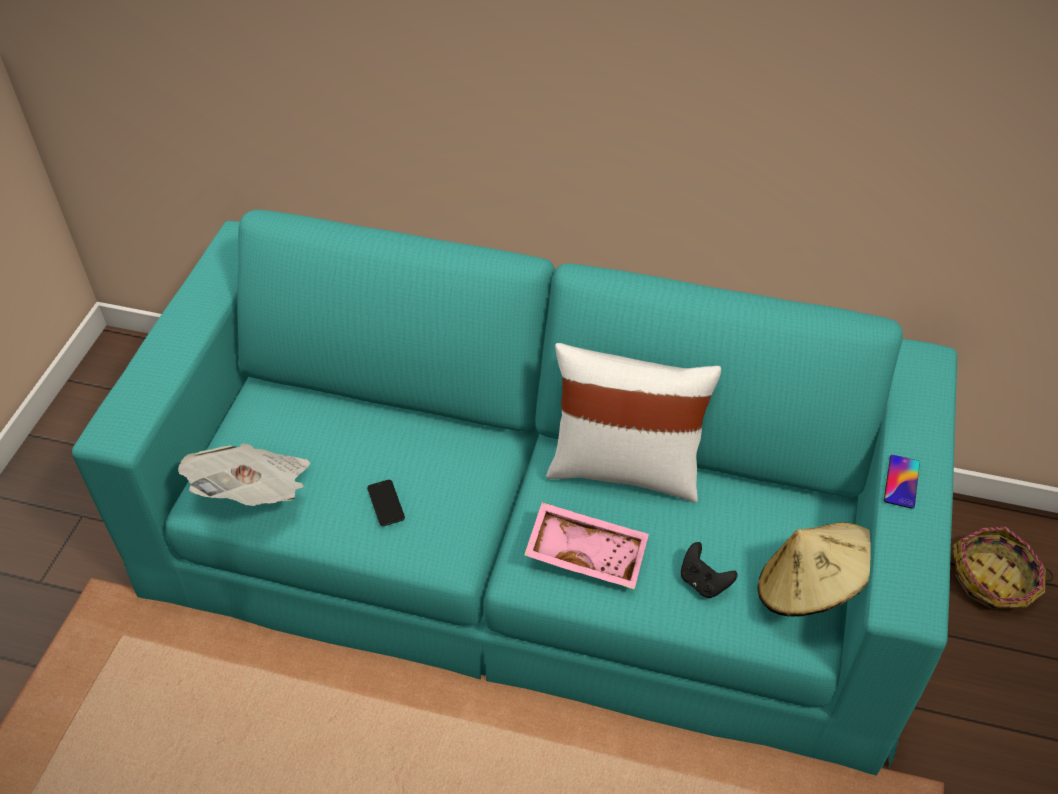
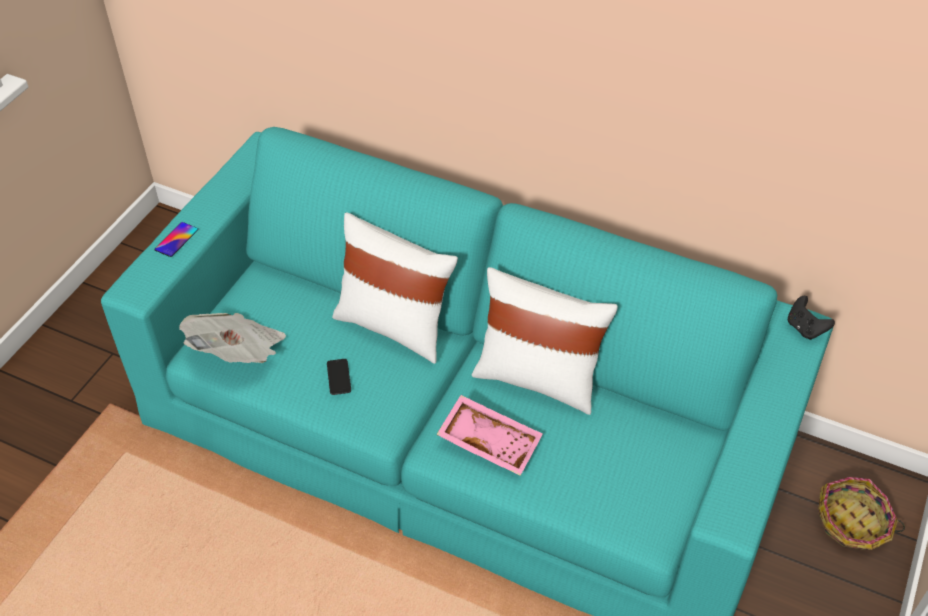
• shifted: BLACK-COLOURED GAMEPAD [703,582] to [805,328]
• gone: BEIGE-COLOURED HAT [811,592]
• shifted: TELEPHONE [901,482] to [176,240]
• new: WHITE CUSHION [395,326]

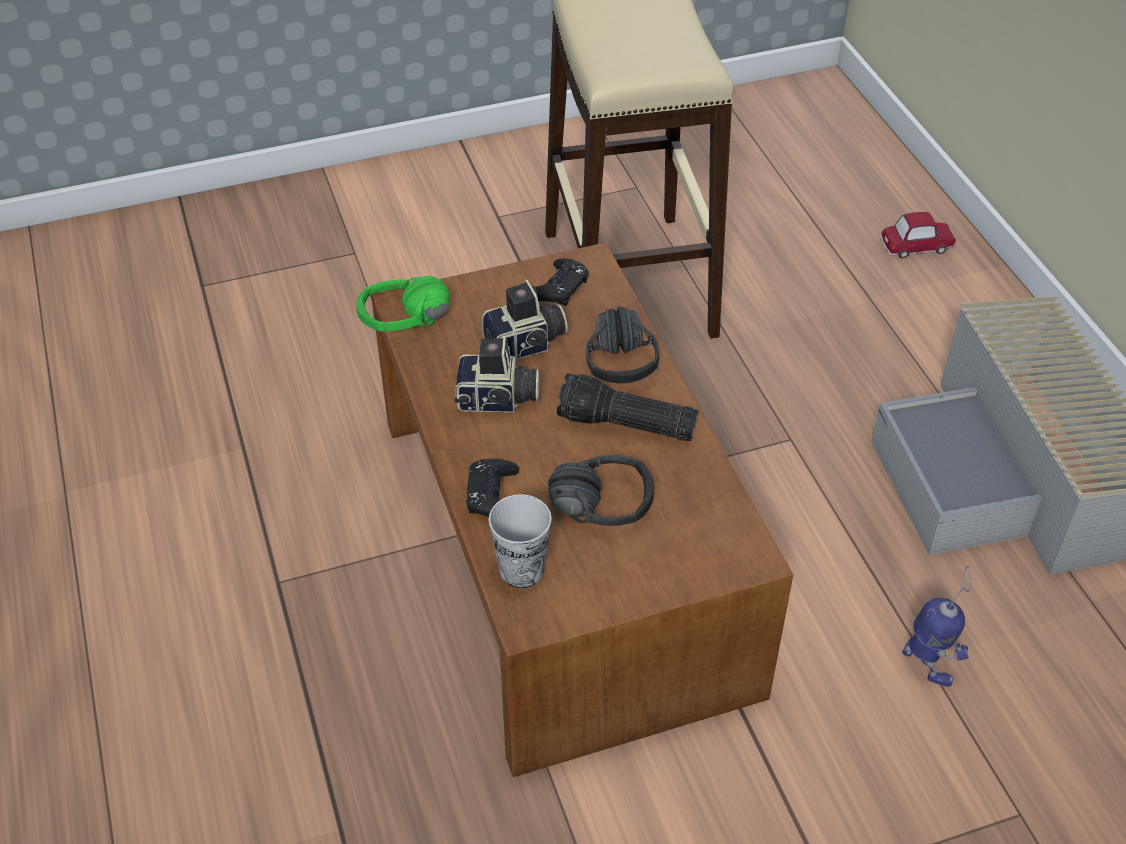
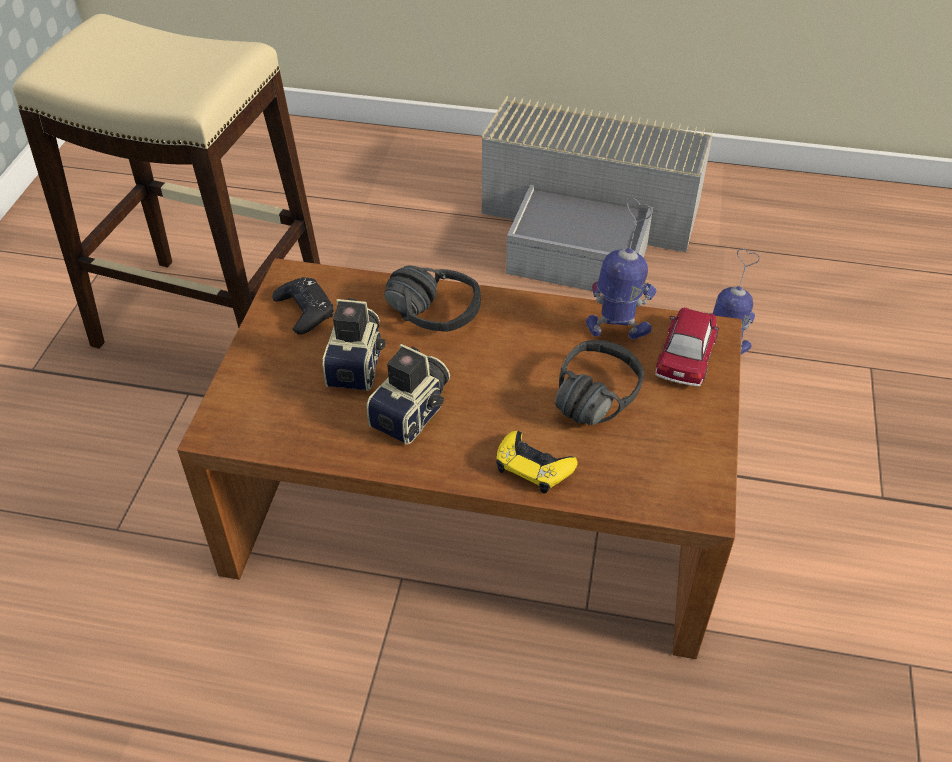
• gone: GREEN-COLOURED HEADPHONES [408,327]
• repainted: BLACK-COLOURED GAMEPAD [493,495] to YELLOWISH GAMEPAD [533,466]
• gone: SMALL CUP [521,570]
• gone: FLASHLIGHT [624,426]
• shifted: MINIATURE CAR [916,245] to [686,354]
• new: MODEL ROBOT [618,329]

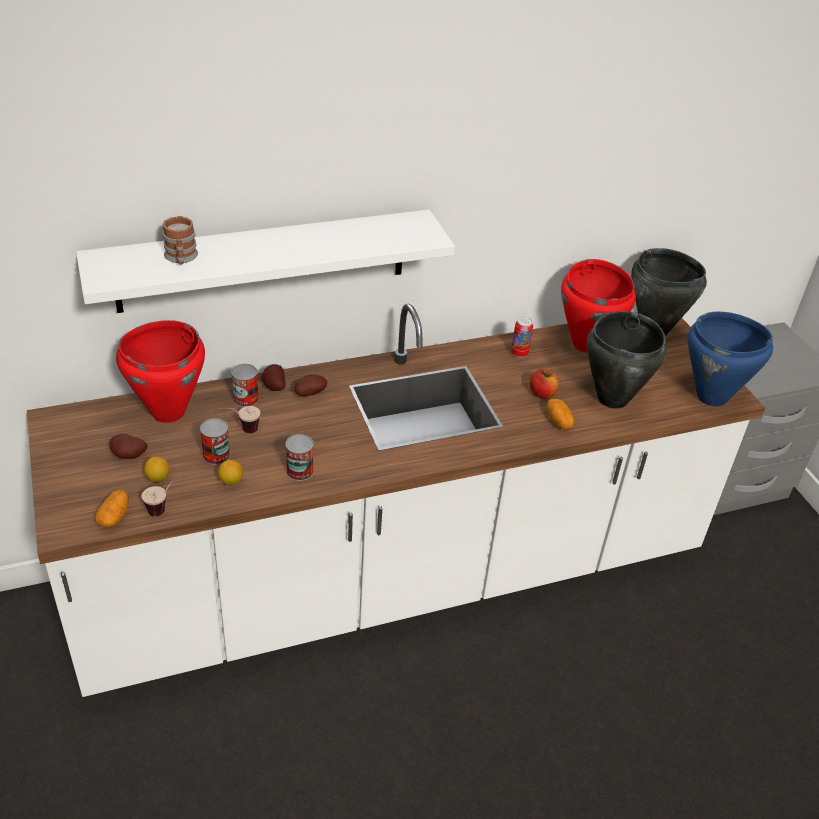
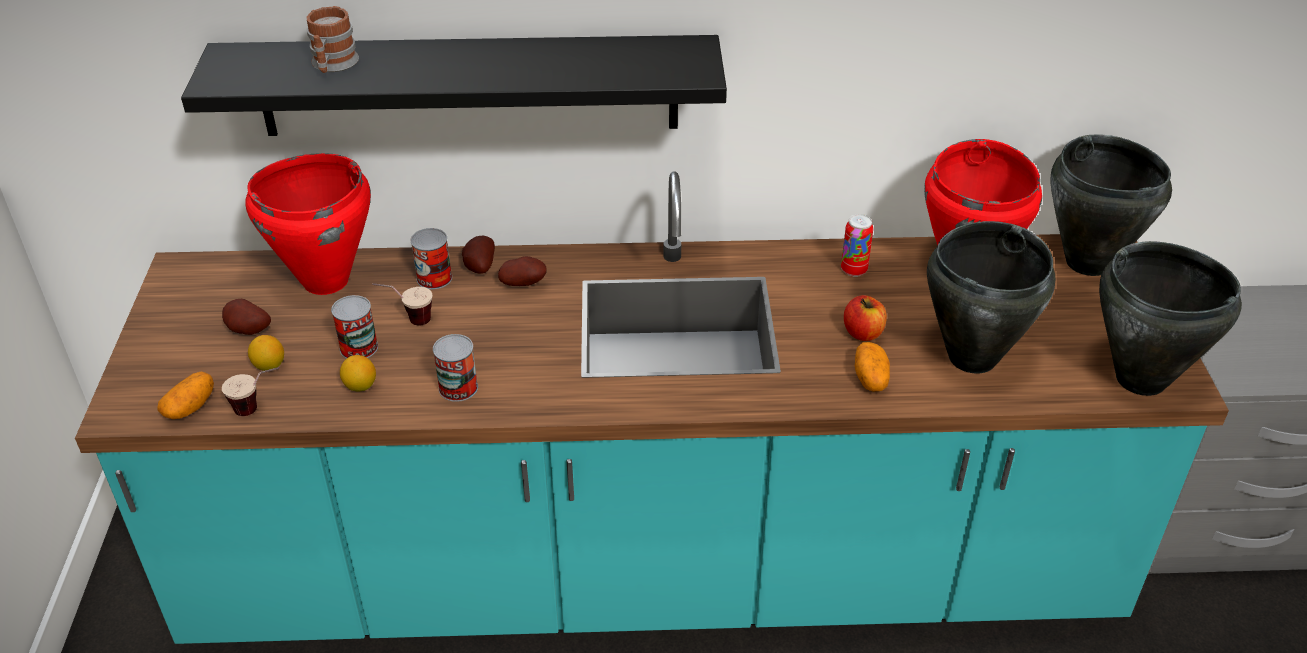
• repainted: WHITE KITCHEN COUNTER [396,577] to TURQUOISE-COLOURED KITCHEN COUNTER [653,570]
• repainted: WHITE WALL SHELF [263,261] to BLACK-COLOURED WALL SHELF [469,85]
• repainted: BLUE-COLOURED STOCKPOT [712,397] to BLACK-COLOURED STOCKPOT [1141,380]

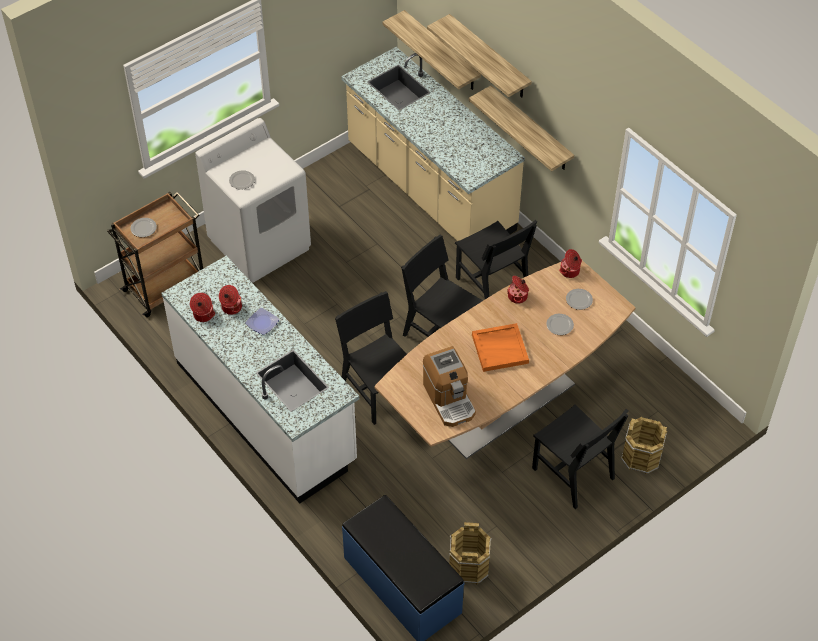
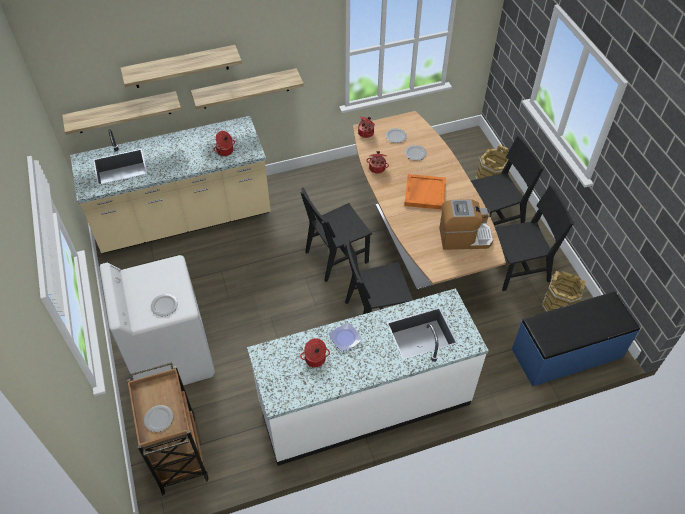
• shifted: STOCKPOT [203,315] to [225,151]
• shifted: BLACK-COLOURED CHAIR [492,285] to [518,269]

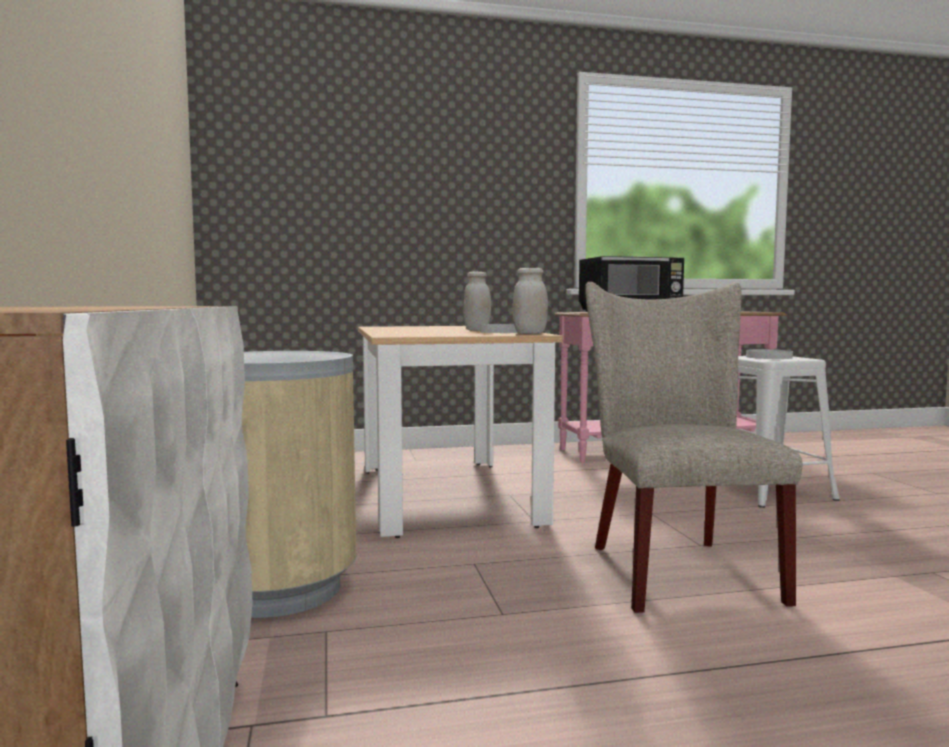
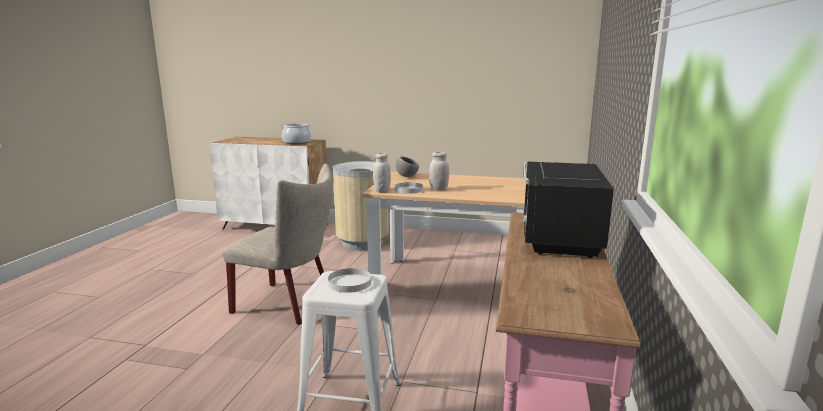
• new: STOCKPOT [297,142]
• new: GRAY SERVING BOWL [407,176]

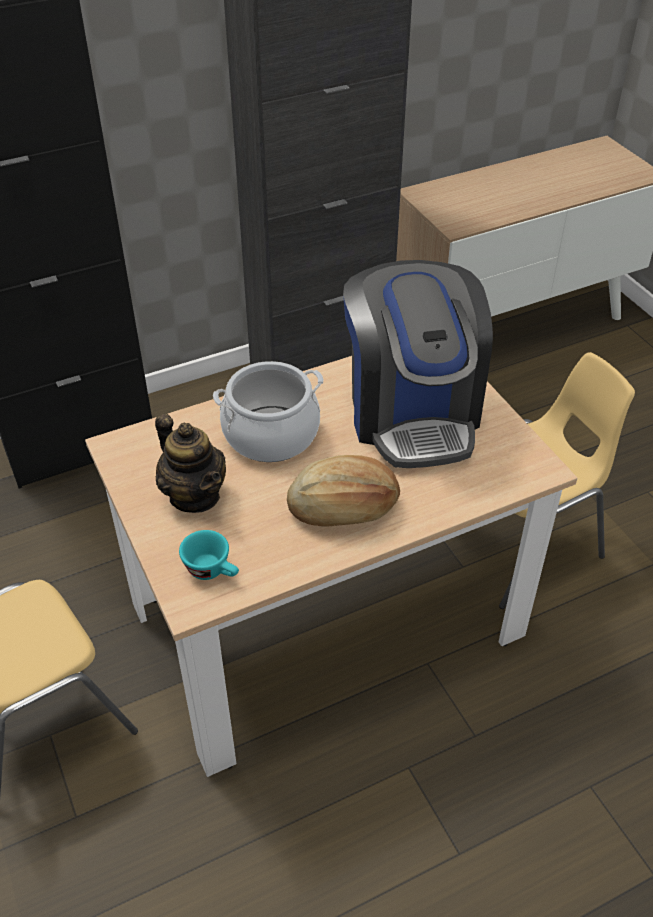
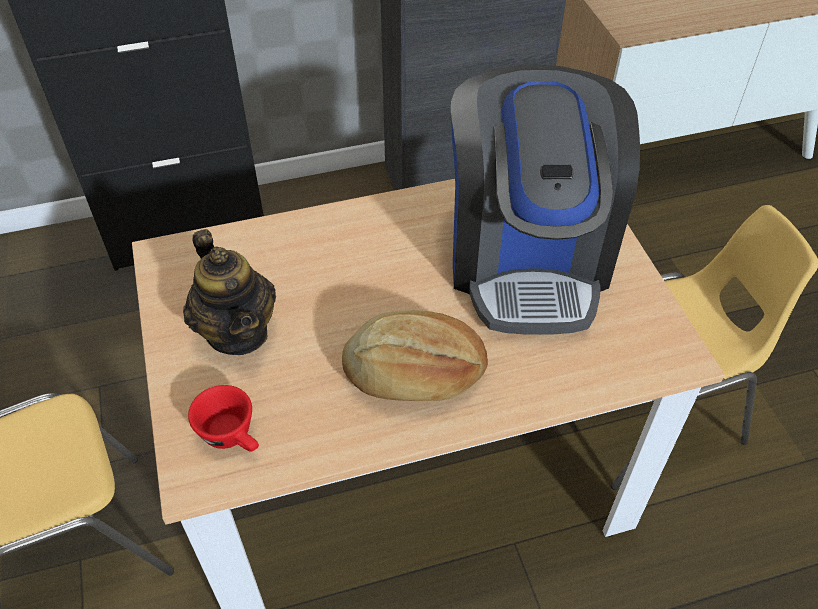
• repainted: TURQUOISE-COLOURED SMALL CUP [213,570] to RED-COLOURED SMALL CUP [233,436]
• gone: STOCKPOT [271,435]

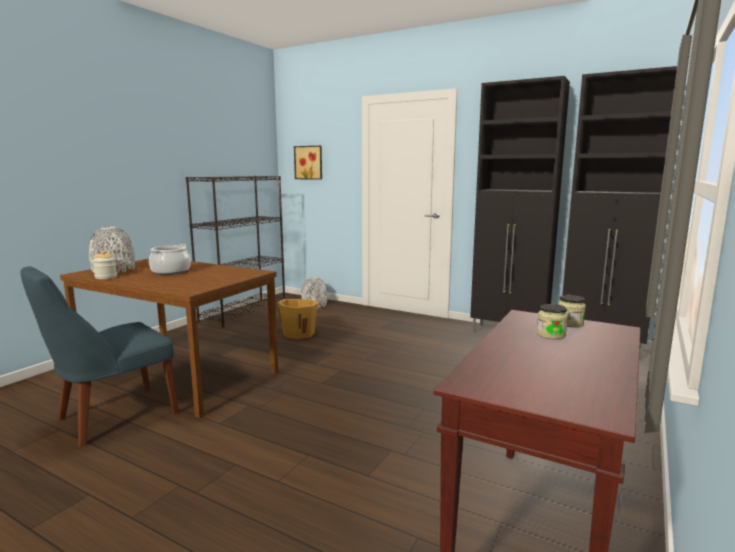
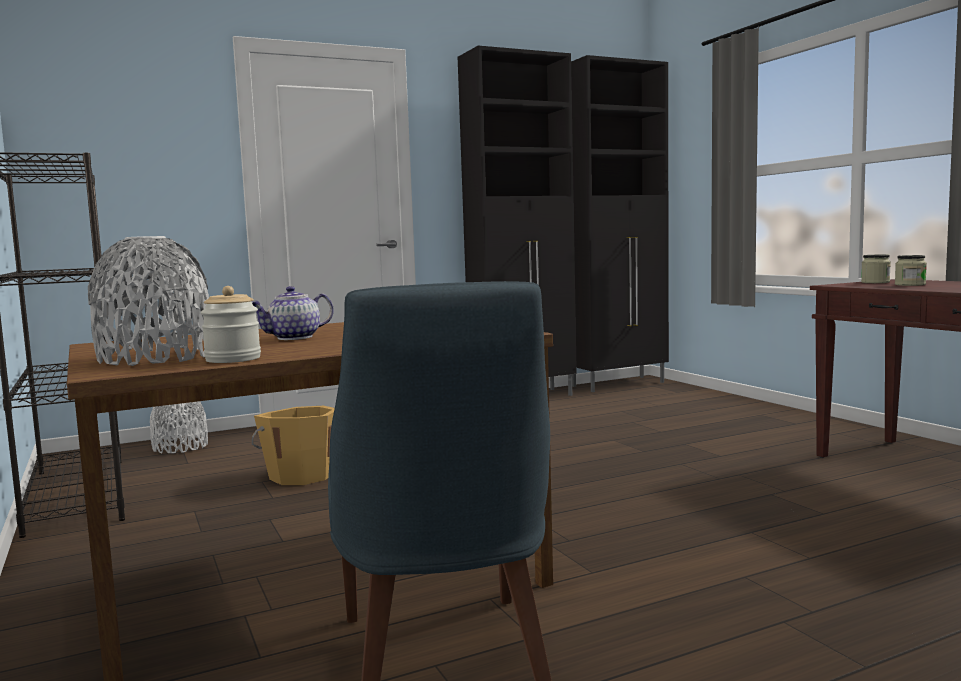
• swapped: STOCKPOT [171,271] to TEA POT [294,338]
• gone: WALL ART [309,162]

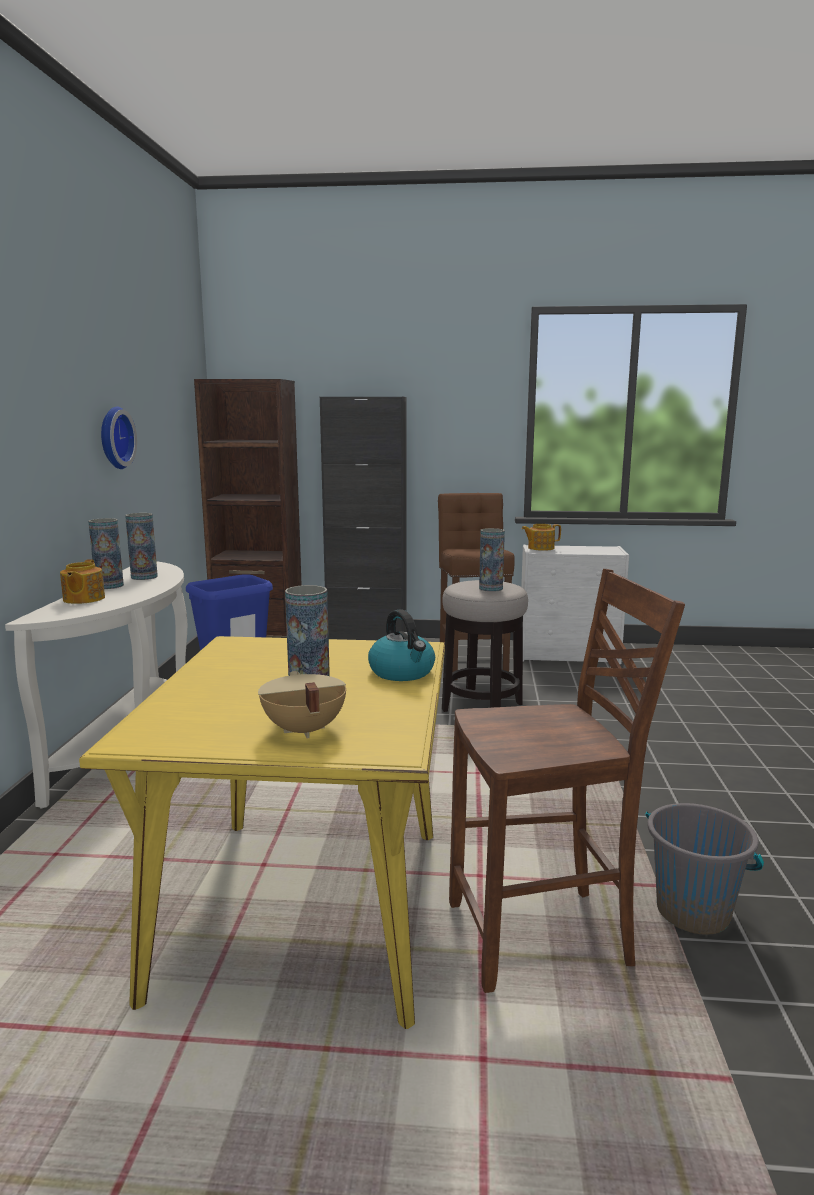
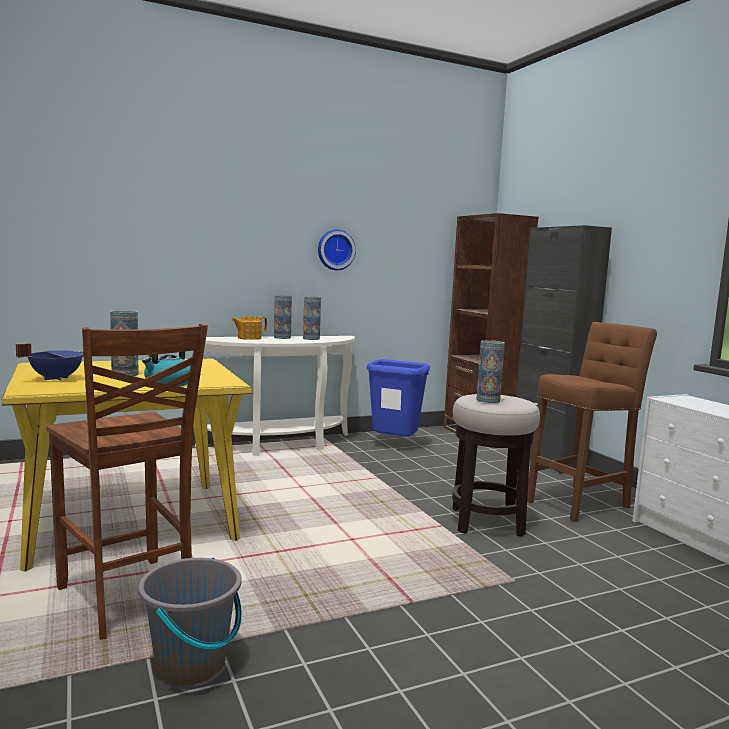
• repainted: BEIGE-COLOURED STOCKPOT [302,730] to BLUE-COLOURED STOCKPOT [55,378]
• gone: TEA POT [540,548]

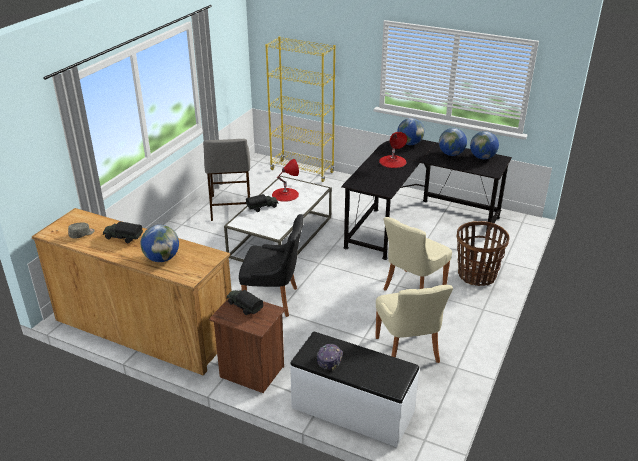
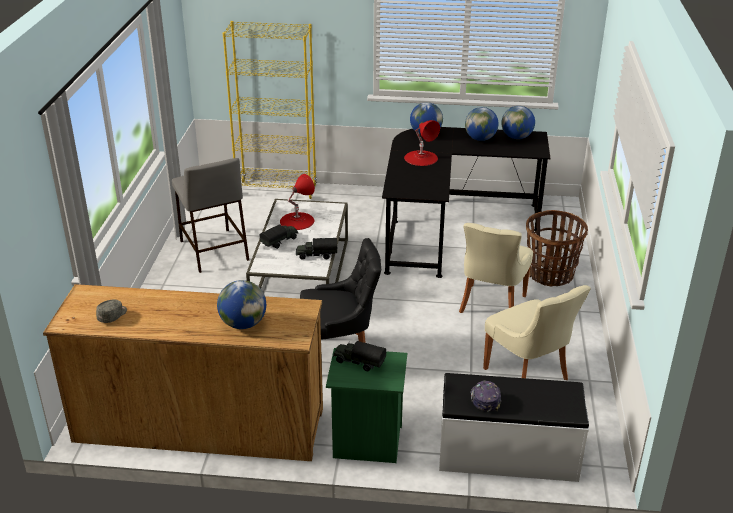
• shifted: TOY LORRY [123,238] to [316,255]
• repainted: BROWNISH BEDSIDE TABLE [251,372] to GREEN-COLOURED BEDSIDE TABLE [367,443]

